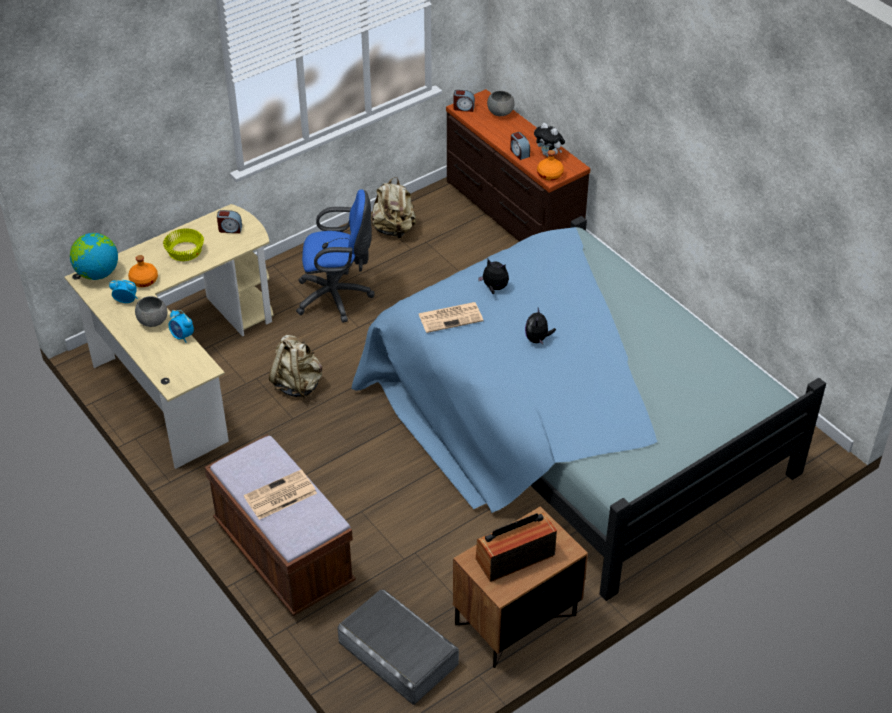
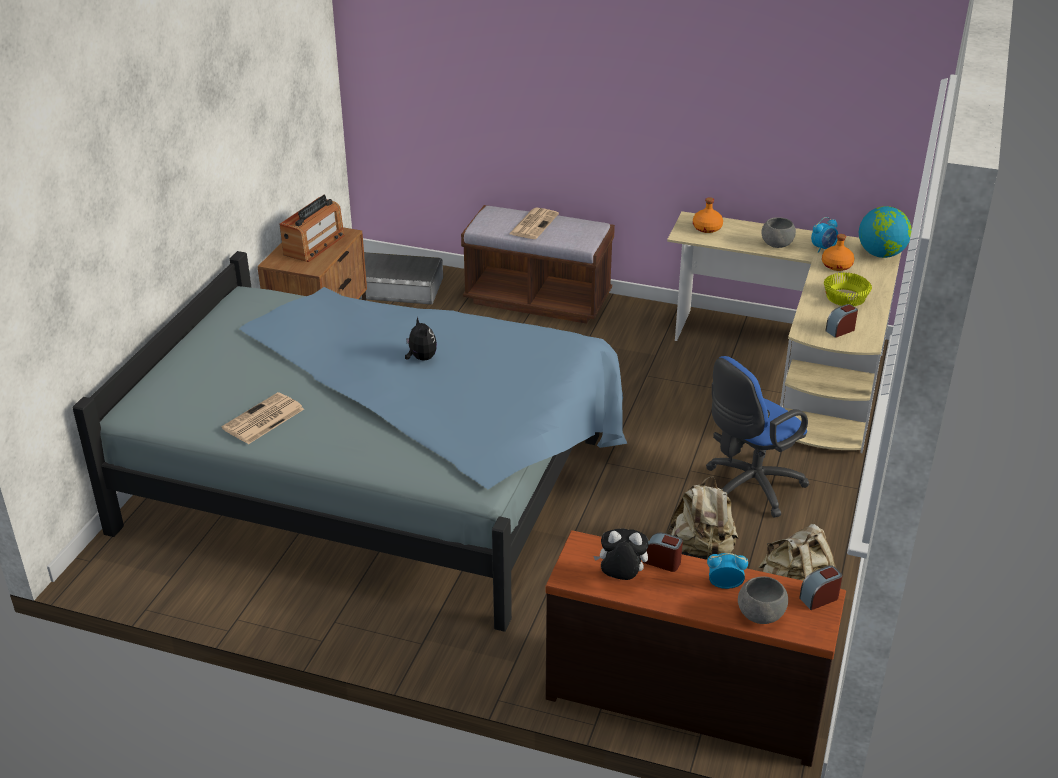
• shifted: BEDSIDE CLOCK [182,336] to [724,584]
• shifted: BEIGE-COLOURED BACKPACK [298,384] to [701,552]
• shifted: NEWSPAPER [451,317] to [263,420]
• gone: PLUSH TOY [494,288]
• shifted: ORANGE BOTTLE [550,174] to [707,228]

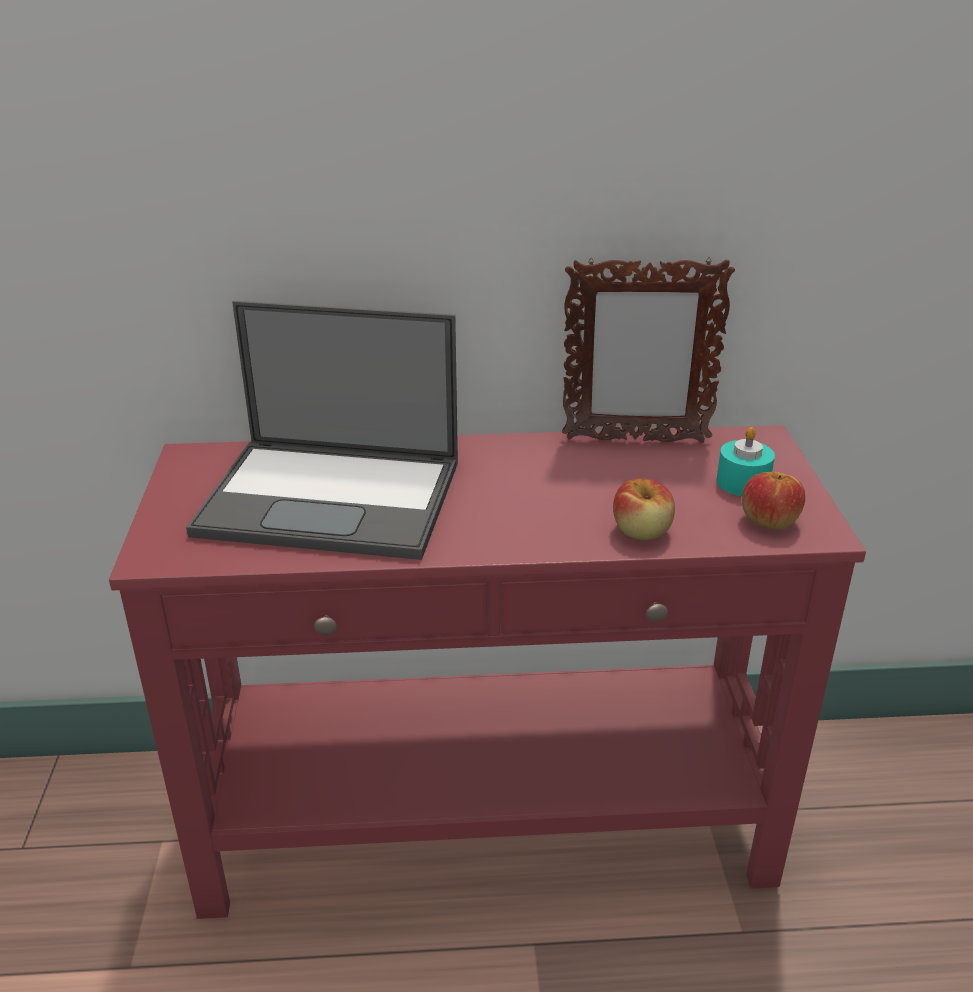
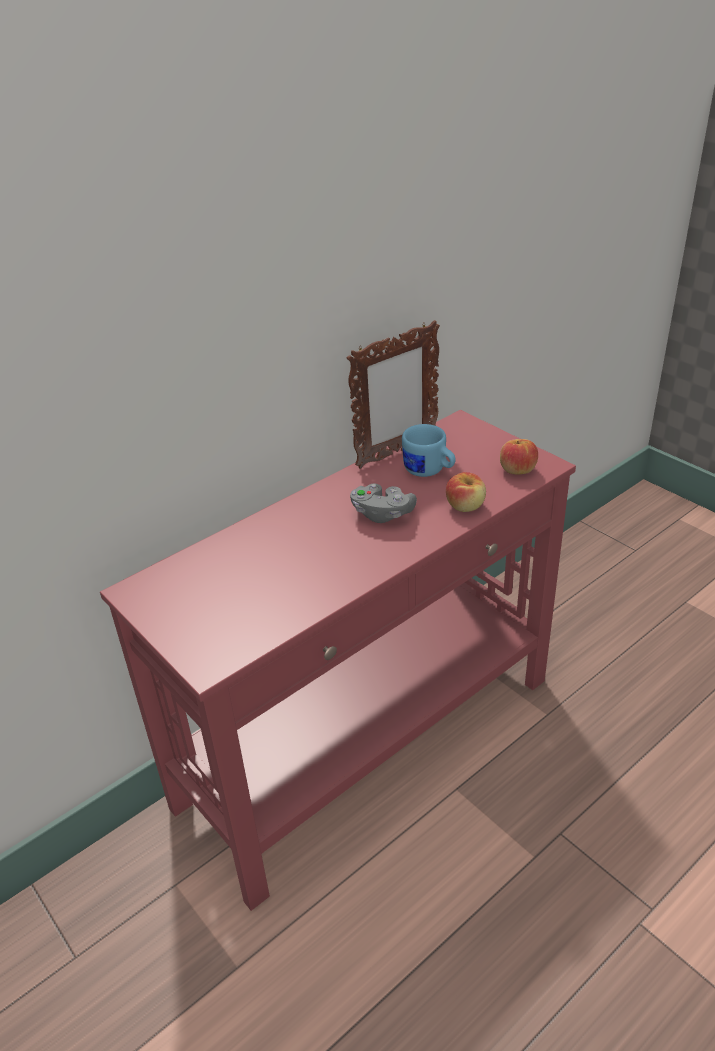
• gone: LAPTOP [334,498]
• gone: TURQUOISE-COLOURED WAX CANDLE [743,482]
• new: GRAY GAMEPAD [382,514]
• new: BLUE-COLOURED COFFEE MUG [429,471]

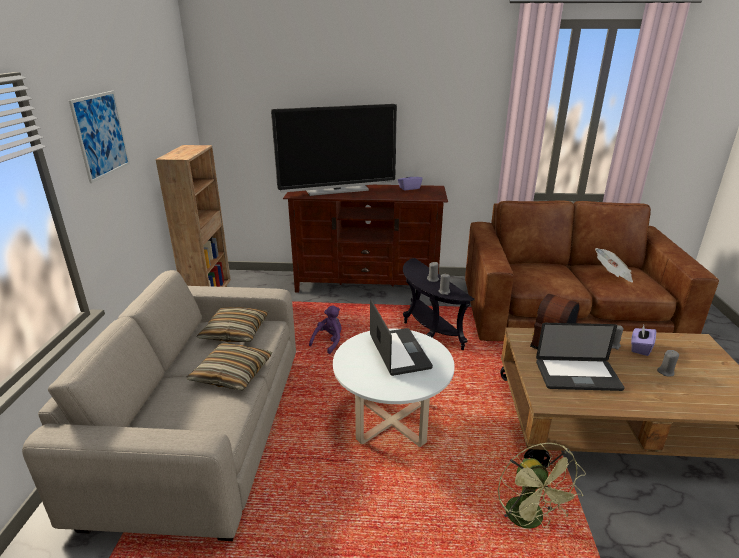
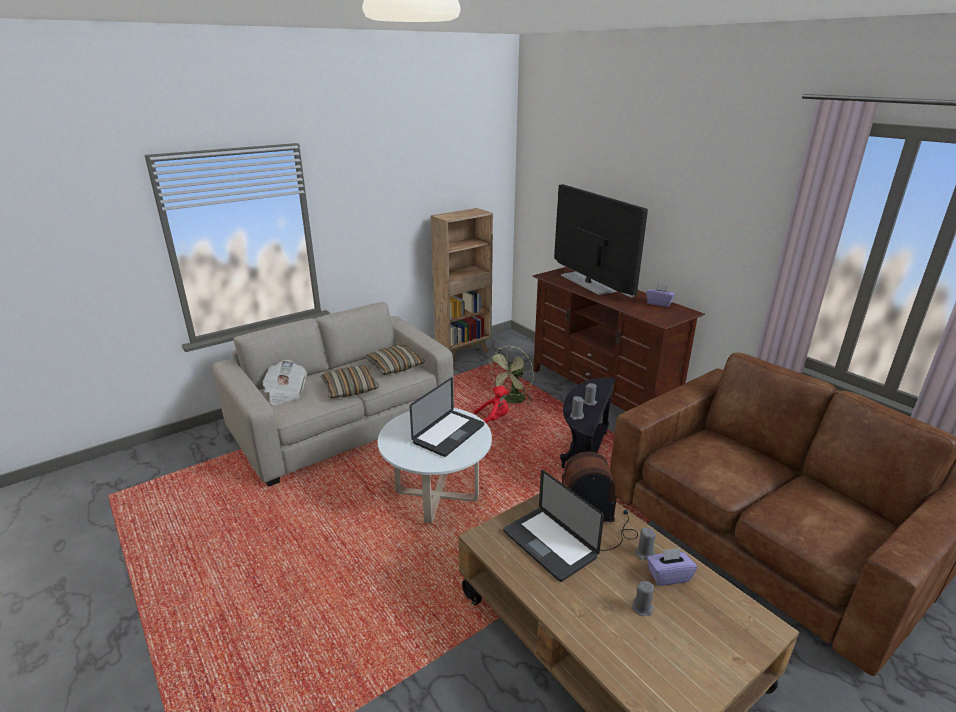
• gone: WALL ART [101,135]
• rotated: TELEVISION [337,190] = [588,283] 150 degrees counterclockwise
• repainted: PURPLE PLUSH TOY [329,342] to RED-COLOURED PLUSH TOY [493,419]
• shifted: GREEN-COLOURED COOLING FAN [530,520] to [512,400]
• shifted: NEWSPAPER [612,275] to [285,393]

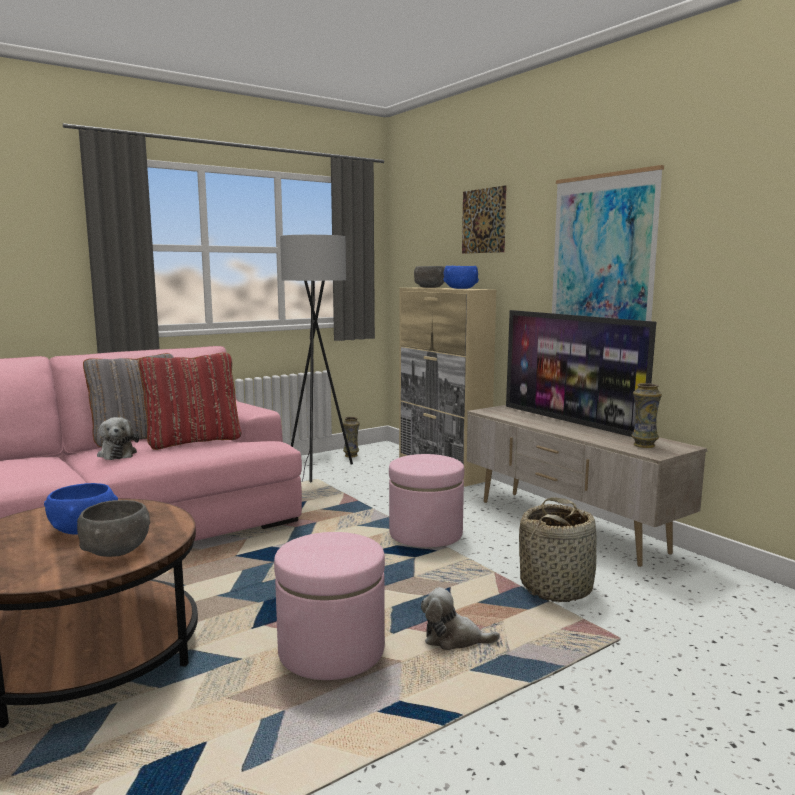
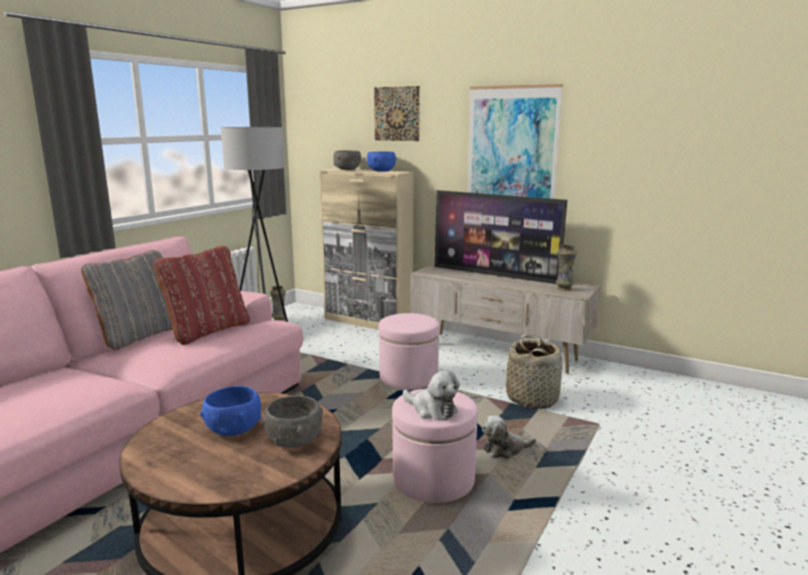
• shifted: PLUSH TOY [117,454] to [432,410]

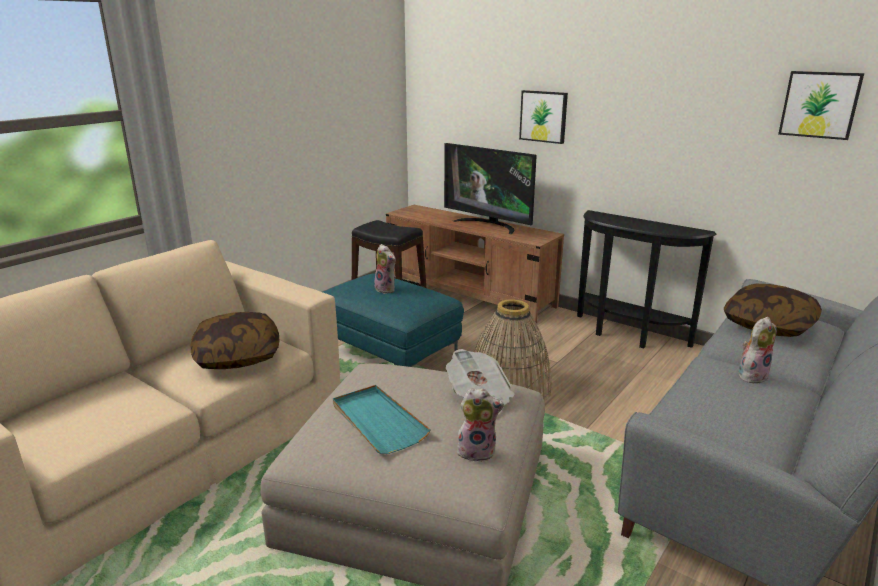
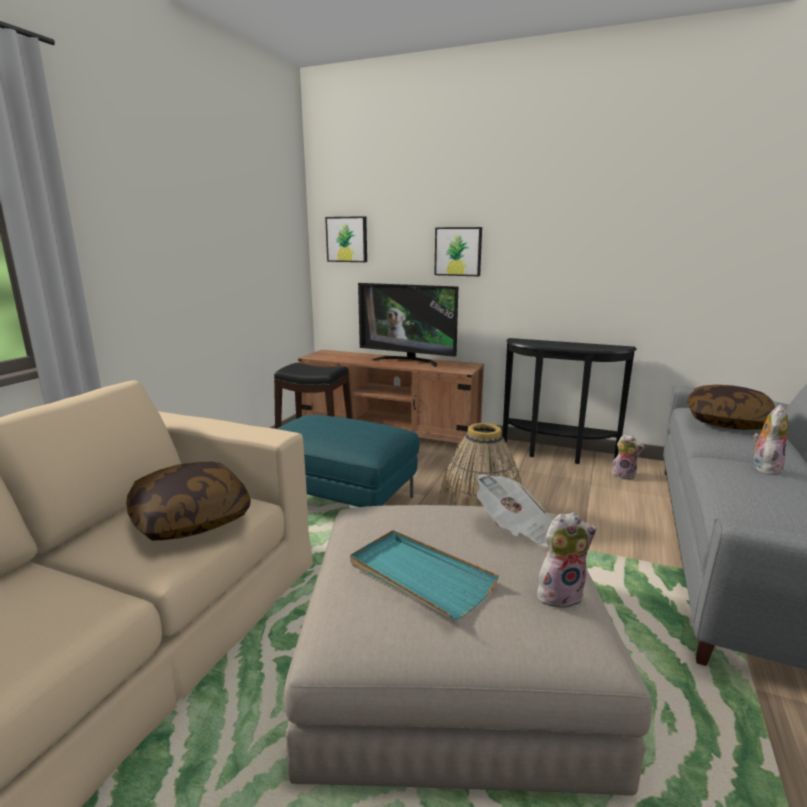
• shifted: PLUSH TOY [387,289] to [624,475]
• shifted: WALL ART [820,104] to [347,239]

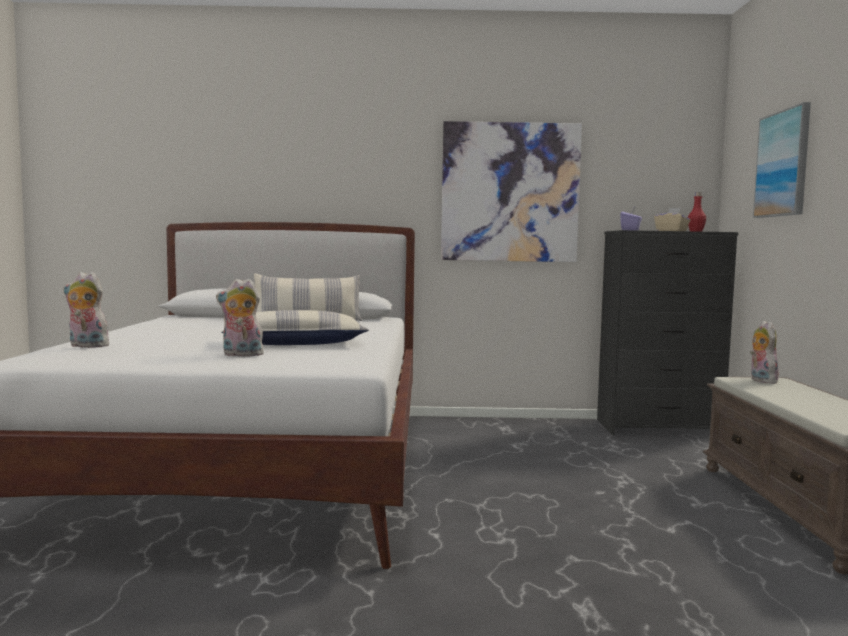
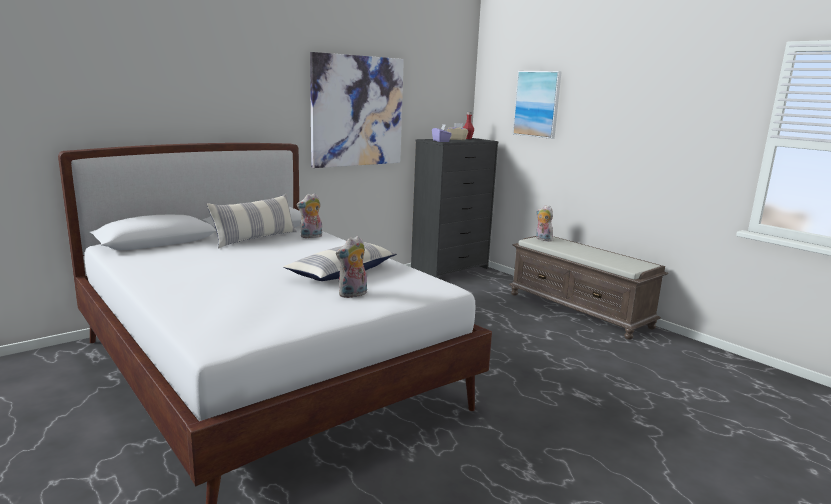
• shifted: PLUSH TOY [86,346] to [311,237]

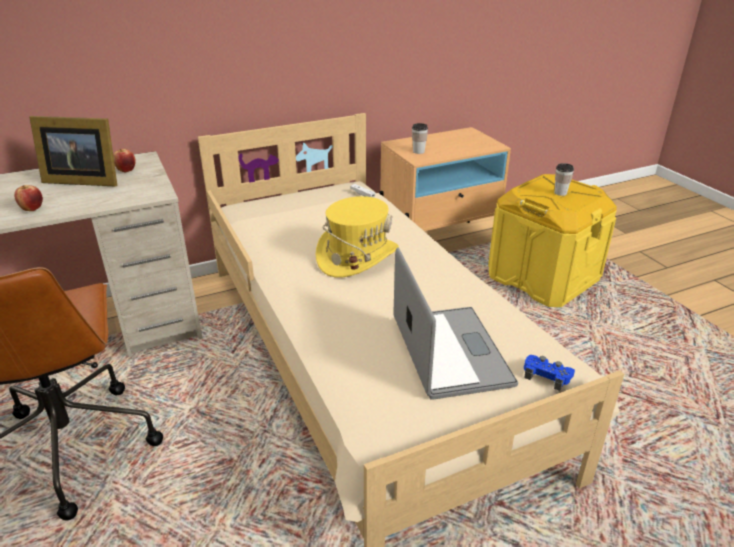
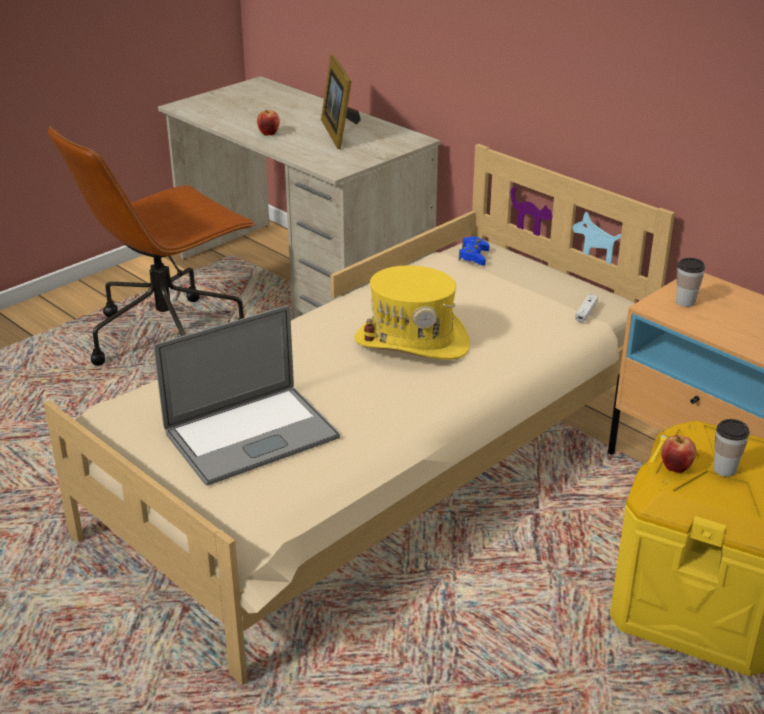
• shifted: WHOLE APPLE [126,170] to [676,468]
• shifted: BLUE-COLOURED GAMEPAD [547,375] to [473,256]

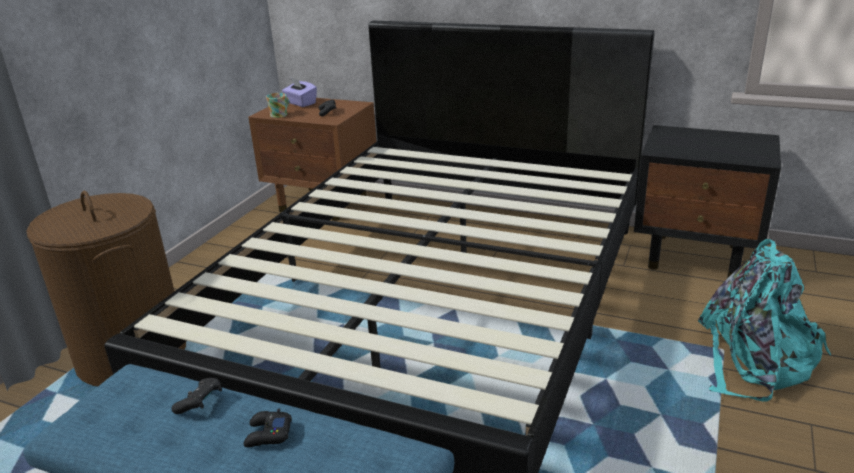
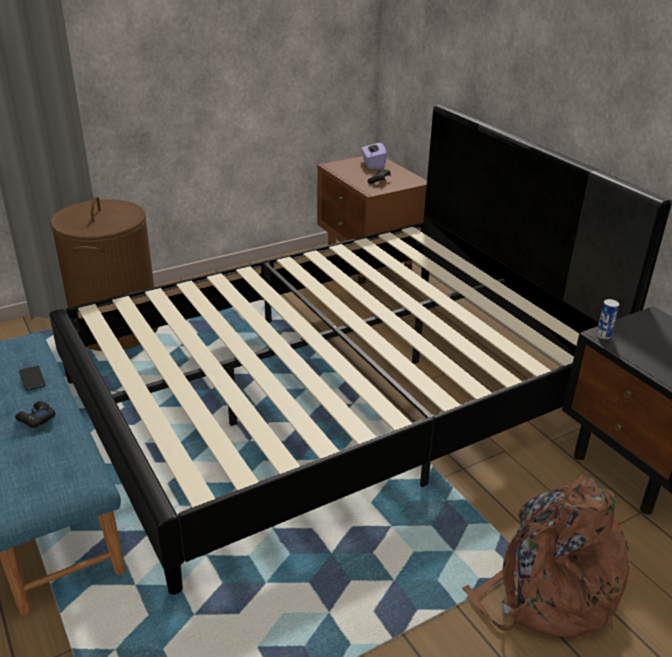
• swapped: BLACK-COLOURED GAMEPAD [200,403] to TELEPHONE [32,378]
• gone: COFFEE MUG [281,114]
• repainted: TURQUOISE-COLOURED BACKPACK [754,360] to BROWNISH BACKPACK [547,592]
• new: CAN [603,335]

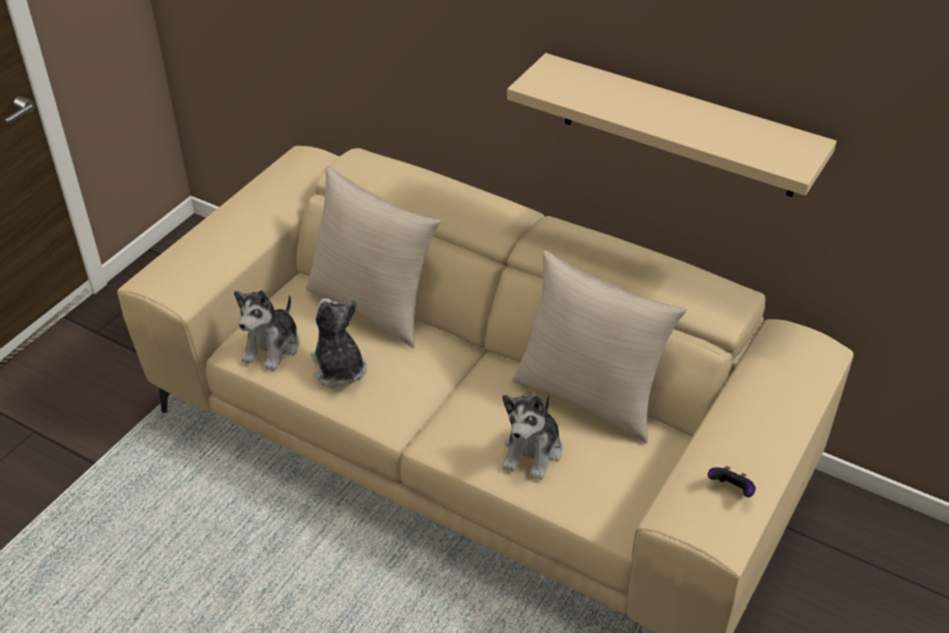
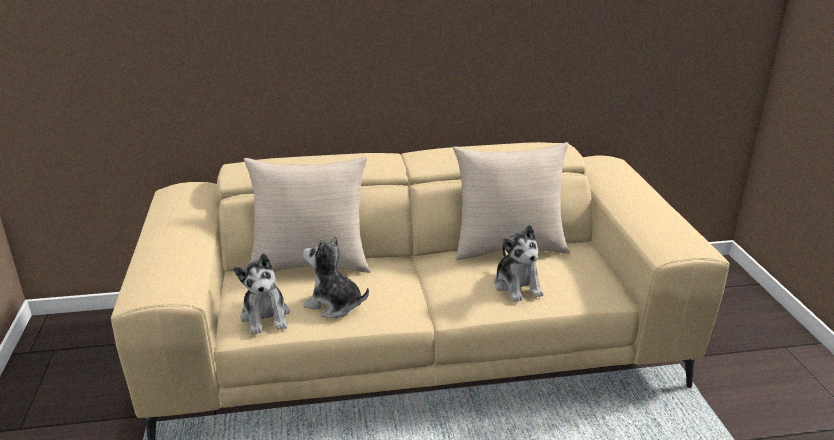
• gone: BEIGE-COLOURED WALL SHELF [679,126]
• gone: GAMEPAD [731,490]

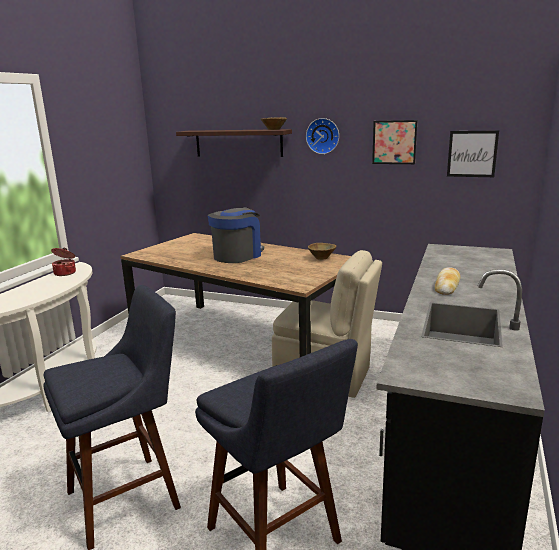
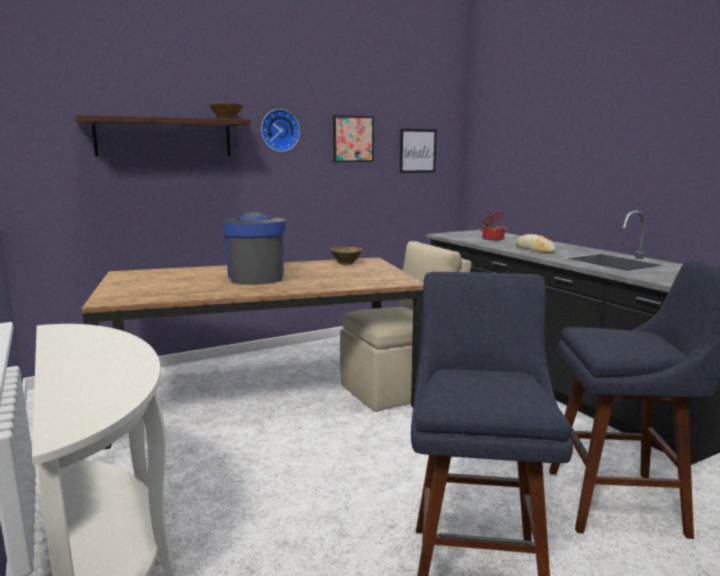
• shifted: STOCKPOT [65,273] to [492,239]

